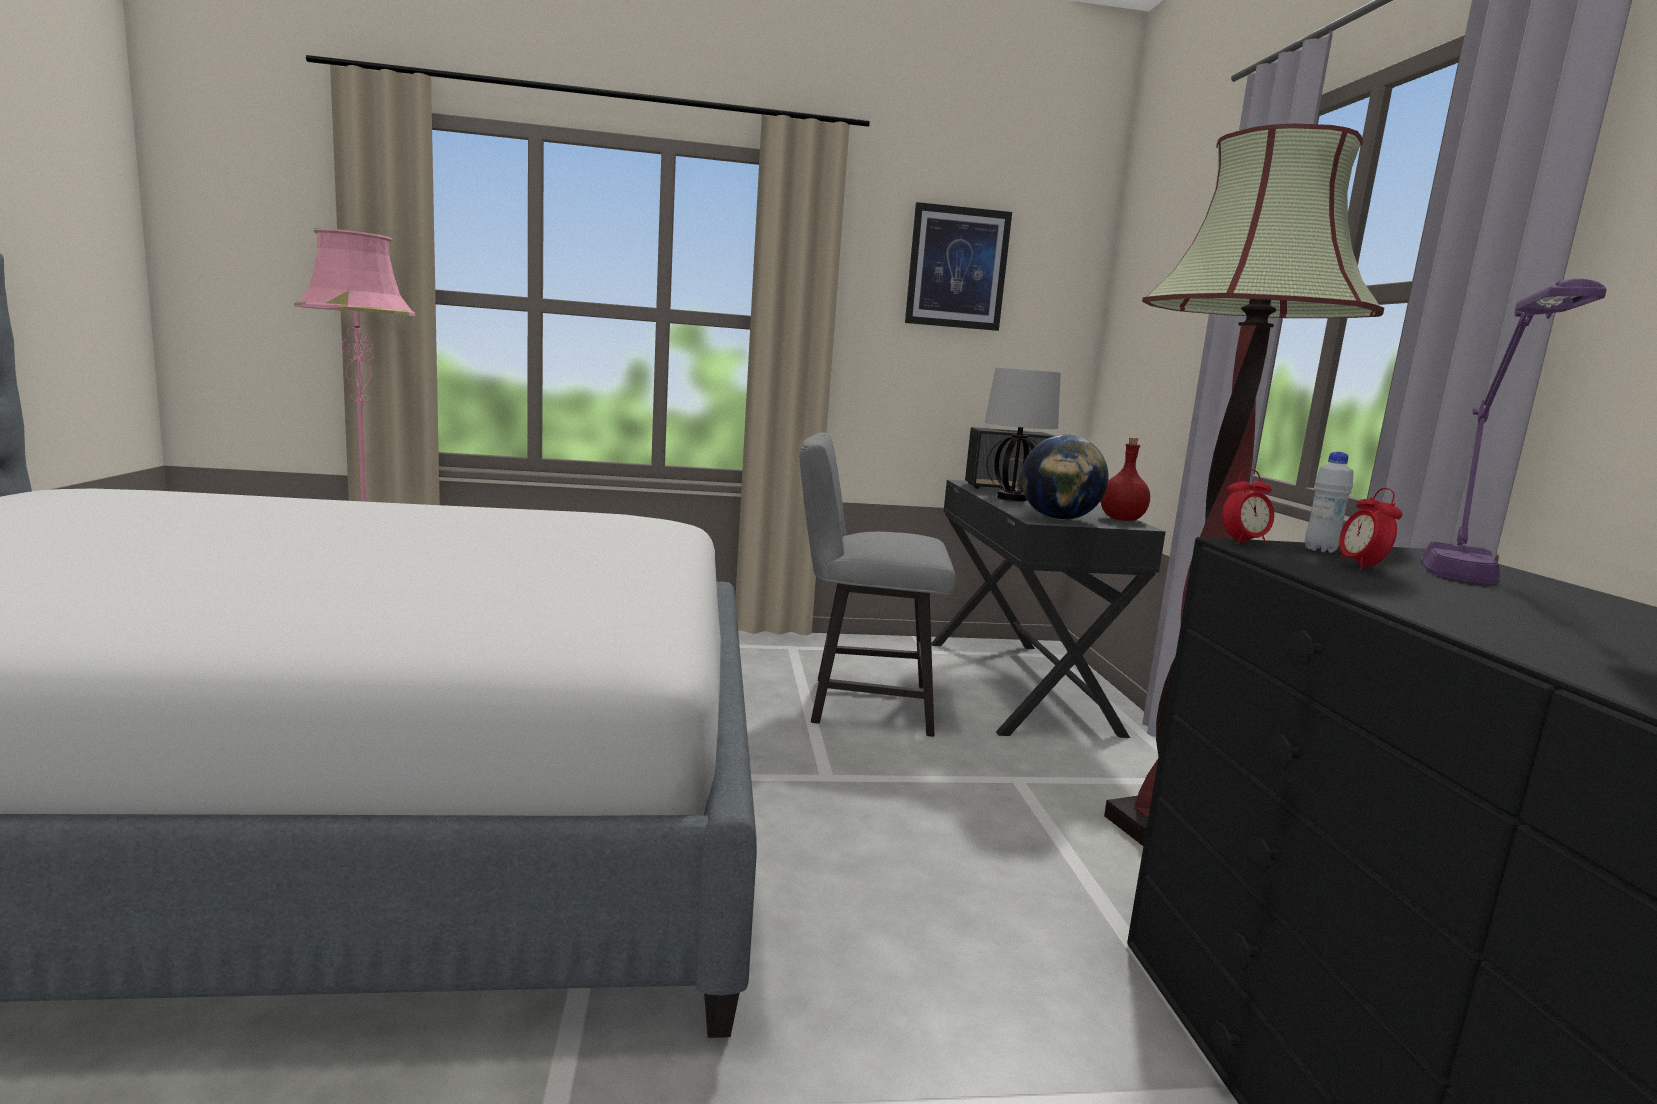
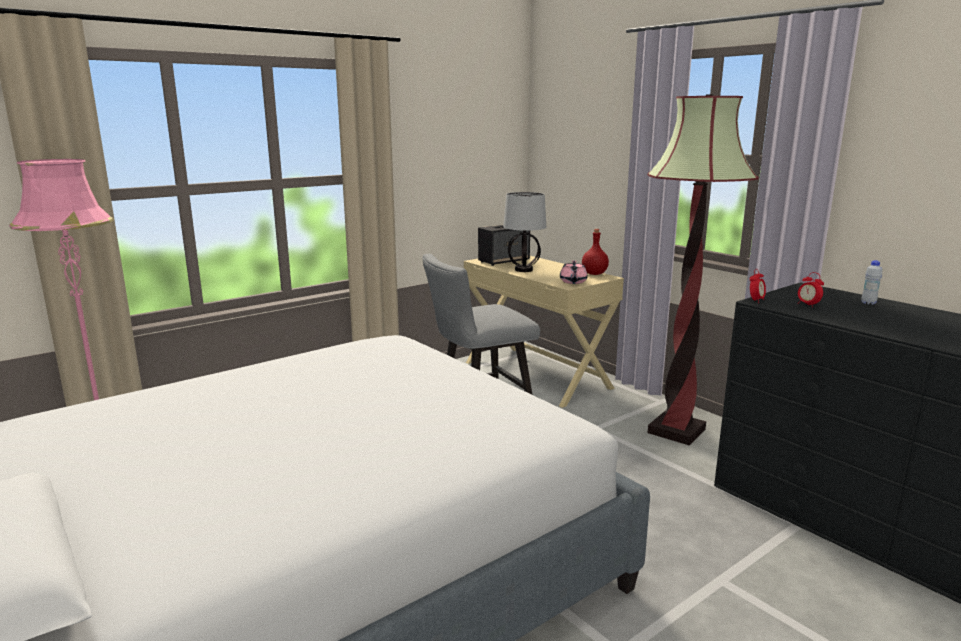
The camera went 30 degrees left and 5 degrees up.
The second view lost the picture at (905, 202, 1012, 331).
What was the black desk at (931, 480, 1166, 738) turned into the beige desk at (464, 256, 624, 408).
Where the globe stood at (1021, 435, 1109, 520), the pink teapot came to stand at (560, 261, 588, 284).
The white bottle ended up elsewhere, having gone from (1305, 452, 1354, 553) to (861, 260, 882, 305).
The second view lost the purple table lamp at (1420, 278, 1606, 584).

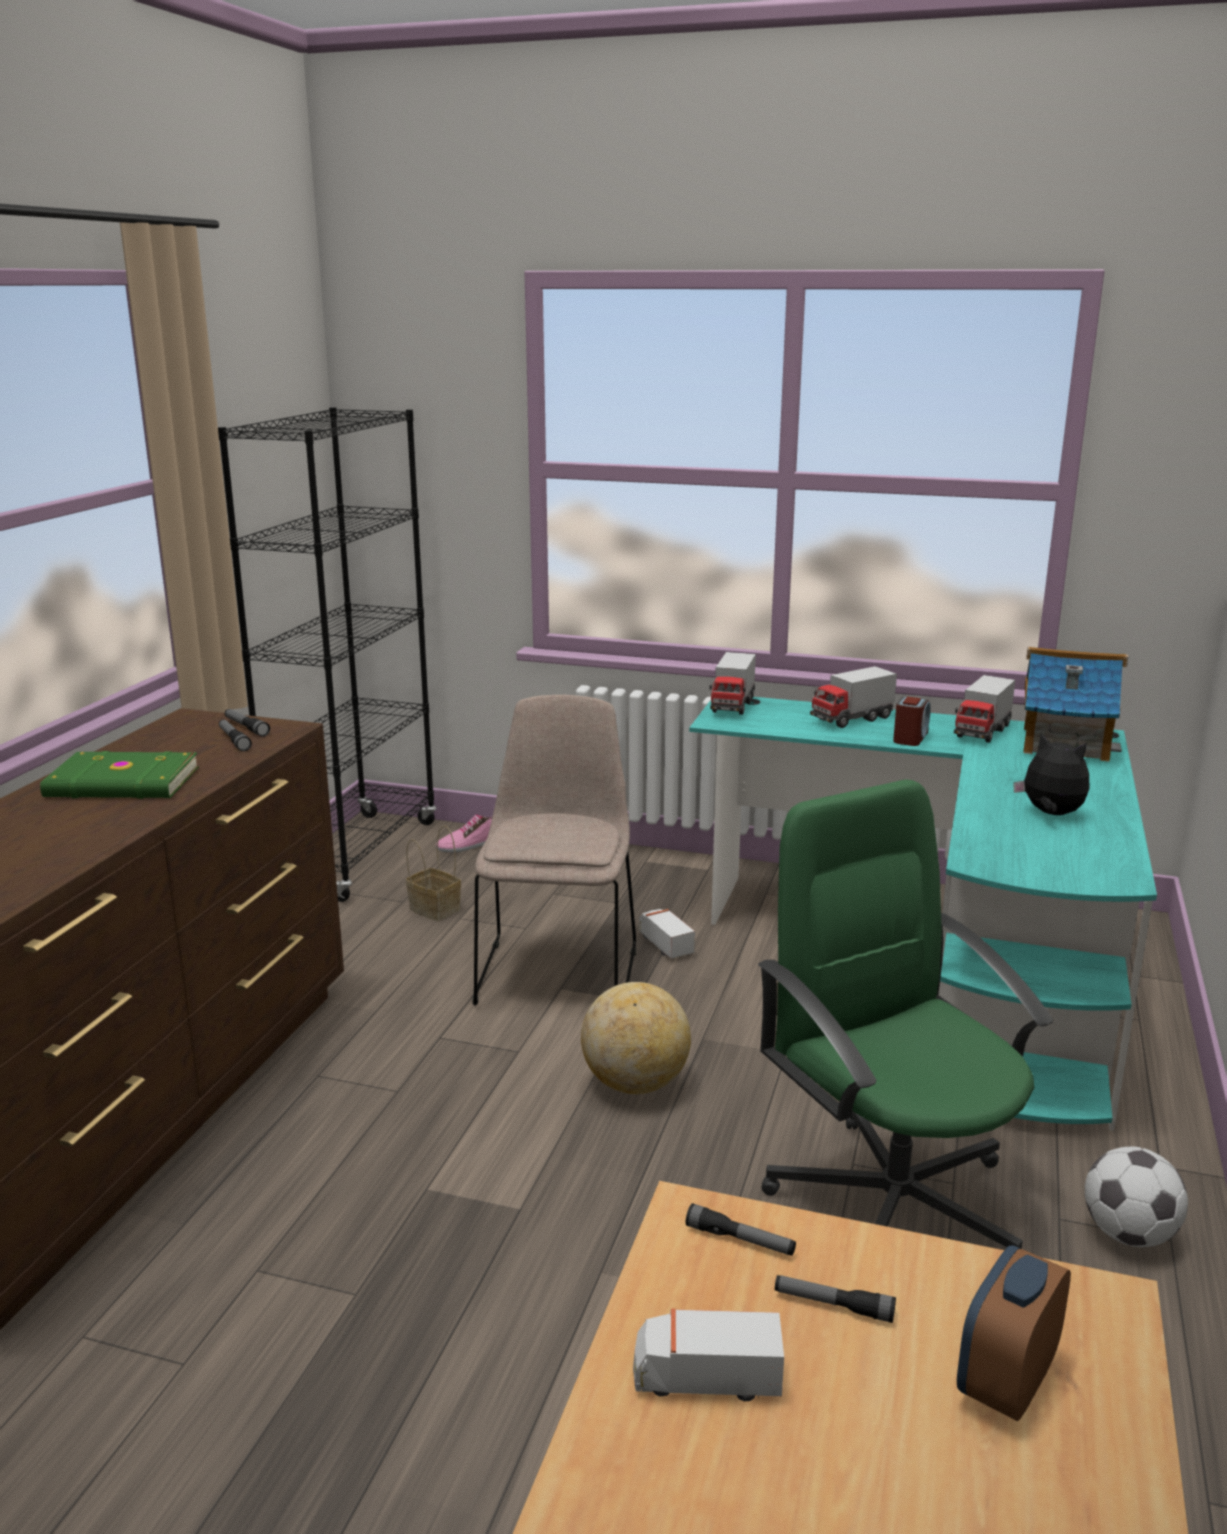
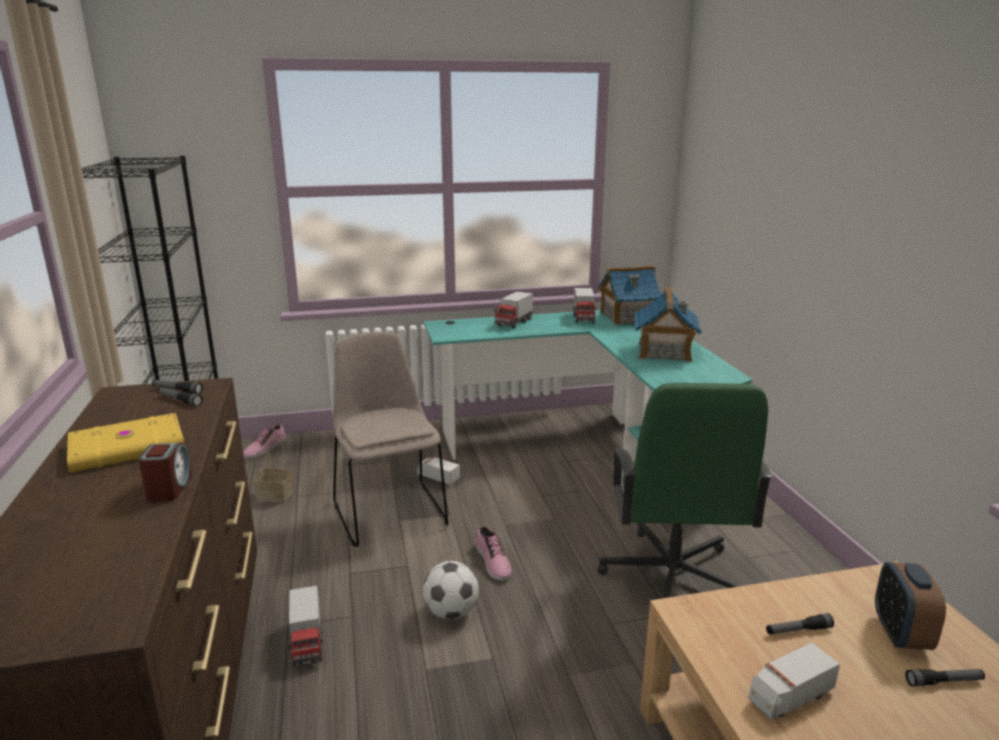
The camera went 30 degrees left and 0 degrees up.
What was the green book at (40, 751, 199, 799) turned into the yellow book at (67, 413, 184, 473).
Where the globe stood at (581, 982, 691, 1094), the shoe came to stand at (475, 526, 512, 581).
The flashlight ended up elsewhere, having gone from (686, 1203, 796, 1256) to (905, 669, 985, 686).
The toy truck ended up elsewhere, having gone from (709, 652, 756, 715) to (288, 586, 323, 666).
The green office chair at (758, 779, 1053, 1249) ended up facing another way, 120 degrees counterclockwise from before.
The alarm clock ended up elsewhere, having gone from (893, 697, 931, 746) to (138, 443, 192, 502).
Where the plush toy stood at (1013, 733, 1090, 815), the toy house came to stand at (635, 287, 702, 362).
The football ended up elsewhere, having gone from (1085, 1147, 1188, 1247) to (423, 561, 479, 619).

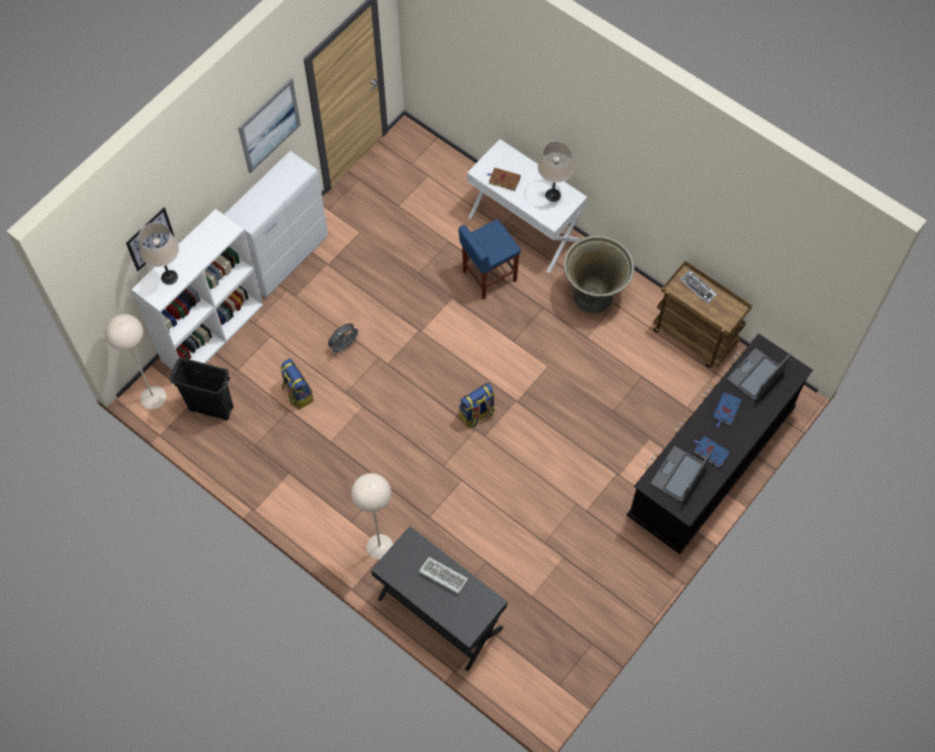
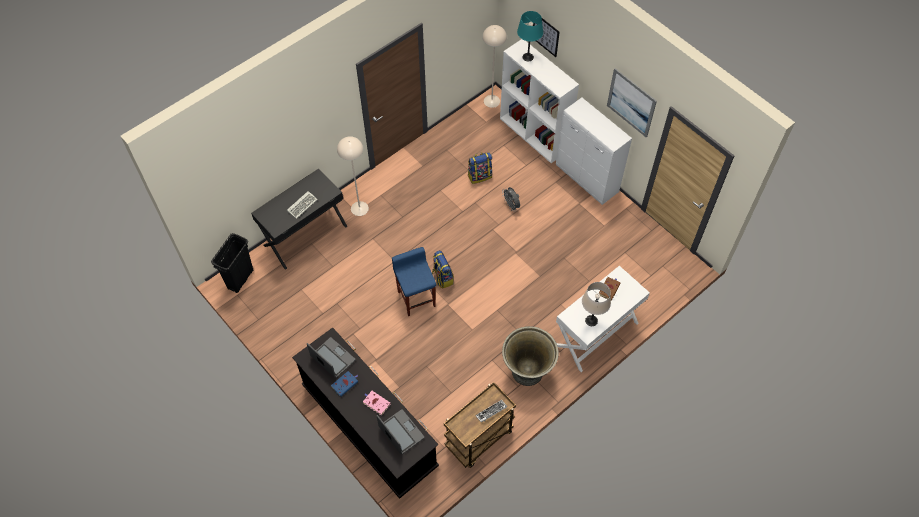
The camera went 100 degrees right and 5 degrees down.
What was the beige table lamp at (139, 222, 179, 285) turned into the turquoise table lamp at (517, 11, 543, 62).
The black trash can ended up elsewhere, having gone from (170, 357, 234, 420) to (211, 233, 253, 293).
The blue stool ended up elsewhere, having gone from (458, 219, 521, 299) to (392, 247, 436, 316).
What was the blue book at (712, 392, 742, 427) turned into the pink book at (363, 391, 391, 416).

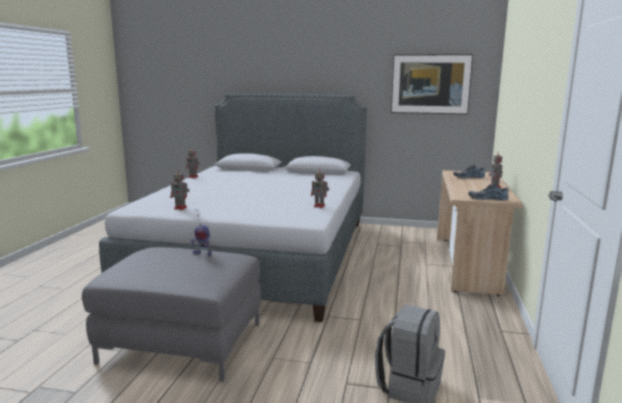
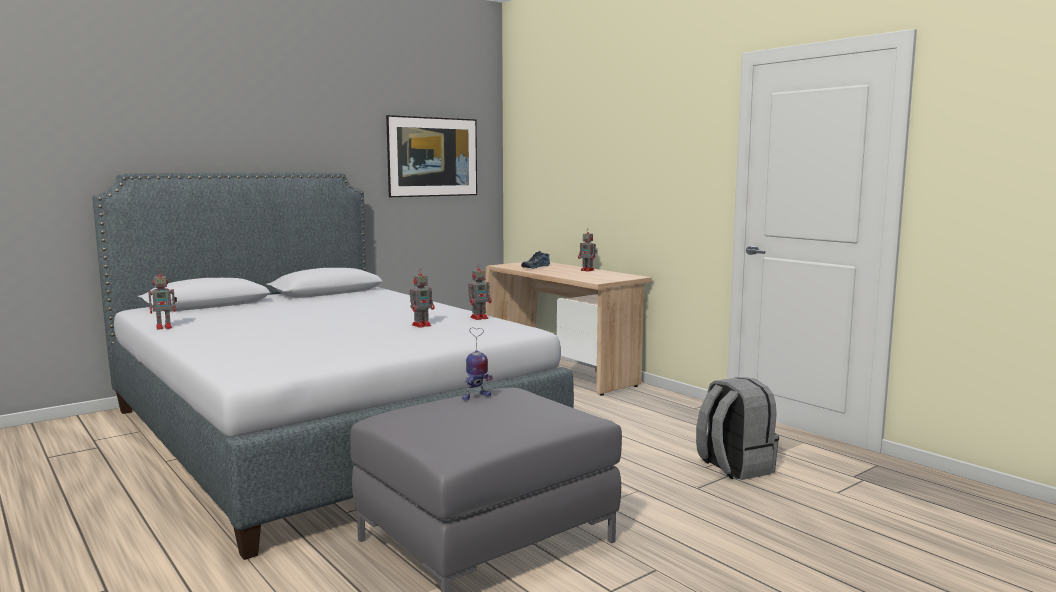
The camera went 50 degrees left and 5 degrees down.
The toy robot ended up elsewhere, having gone from (170, 171, 189, 210) to (410, 268, 435, 328).
The second view lost the shoe at (468, 184, 509, 201).

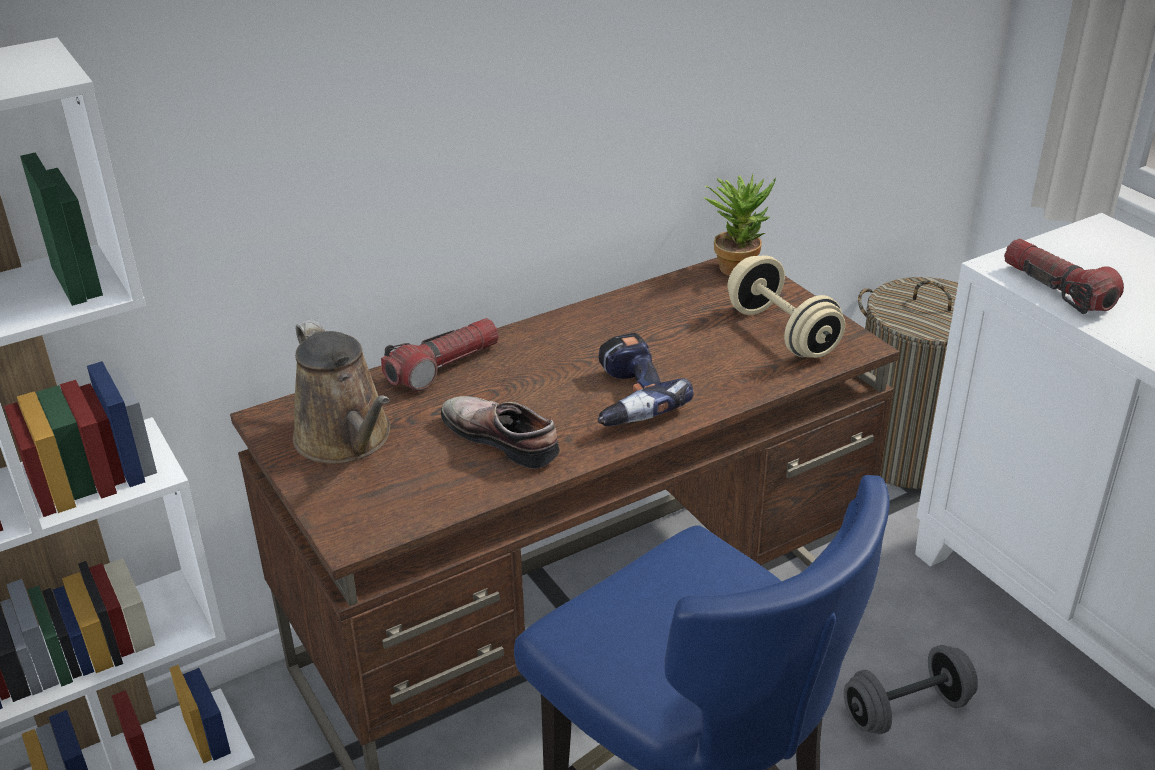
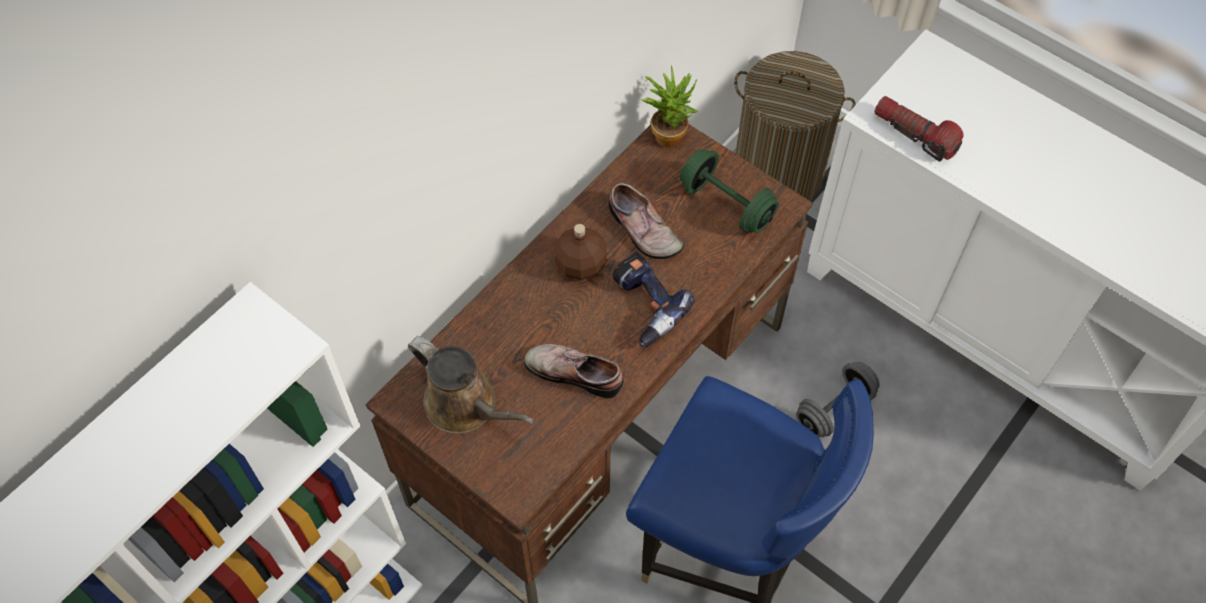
The camera went 20 degrees left and 25 degrees up.
The second view lost the flashlight at (381, 318, 499, 391).
What was the beige dumbbell at (728, 255, 845, 358) turned into the green dumbbell at (680, 149, 779, 233).
The second view gained the brown bottle at (554, 224, 607, 280).
The second view gained the shoe at (608, 183, 684, 259).

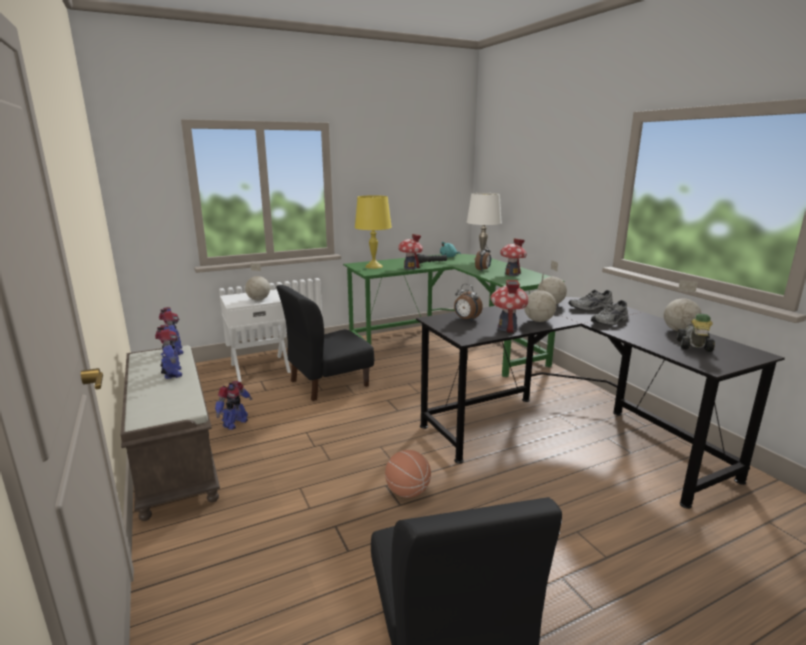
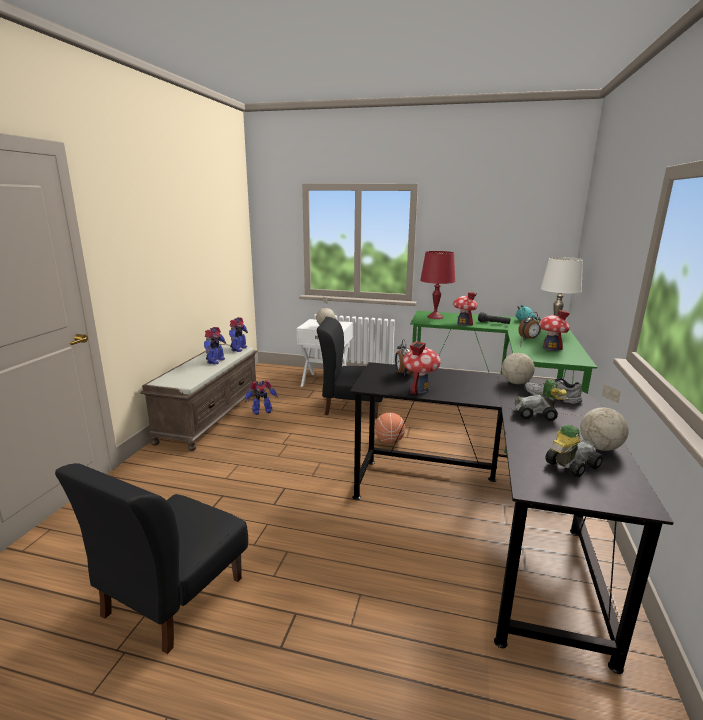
The camera went 40 degrees right and 0 degrees up.
What was the yellow table lamp at (355, 195, 392, 269) turned into the red table lamp at (420, 251, 455, 319).
The basketball ended up elsewhere, having gone from (385, 450, 431, 498) to (375, 413, 405, 444).
The second view lost the globe at (524, 273, 556, 322).
Where the grey shoe stood at (591, 300, 628, 325), the toy car came to stand at (515, 379, 568, 421).

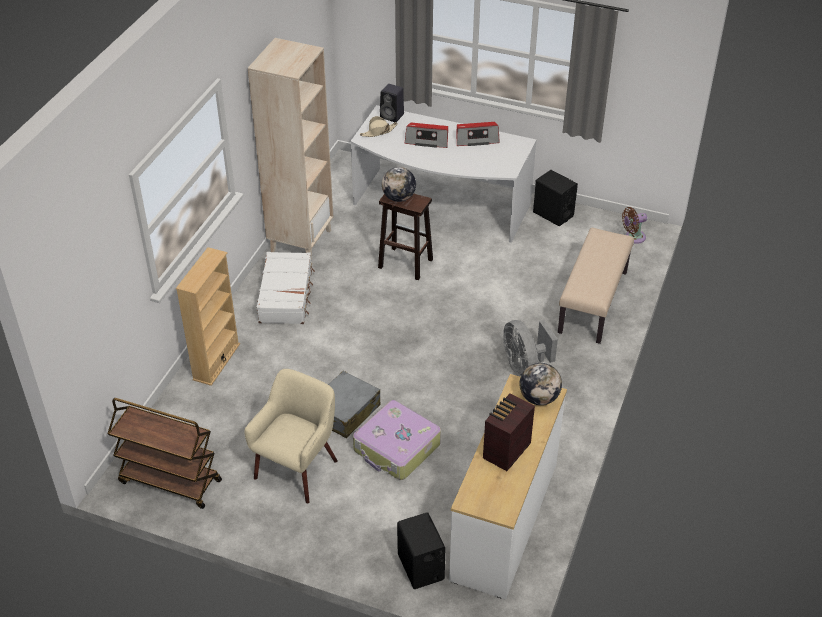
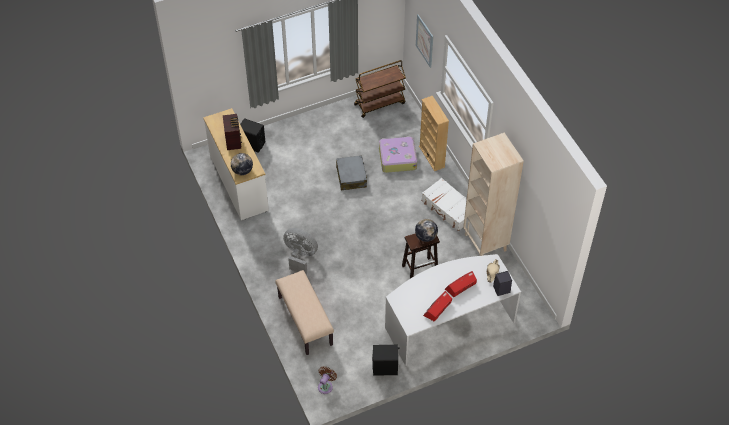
The camera went 135 degrees right and 10 degrees up.
The second view lost the beige armchair at (244, 369, 338, 503).
The suitcase ended up elsewhere, having gone from (353, 400, 441, 480) to (379, 136, 417, 173).
The second view gained the picture at (416, 14, 433, 68).

